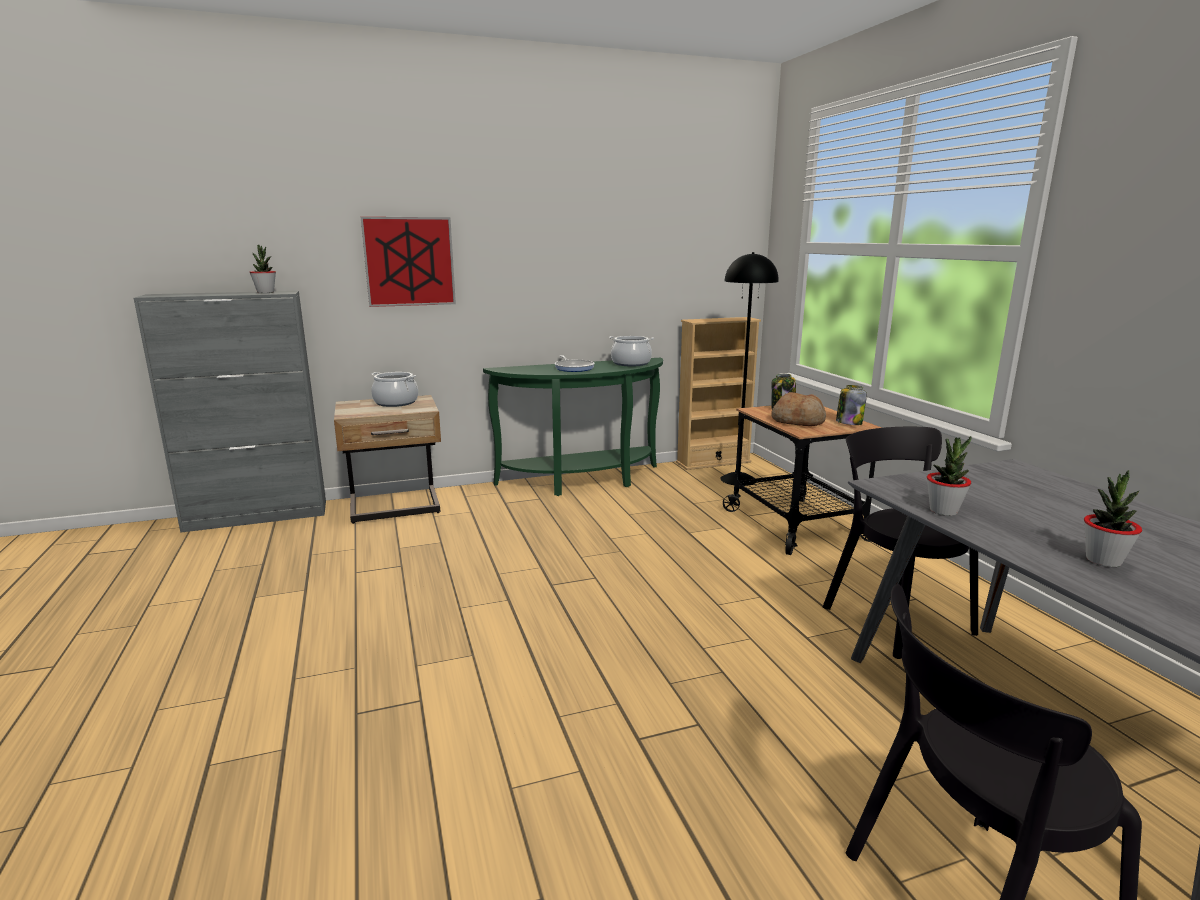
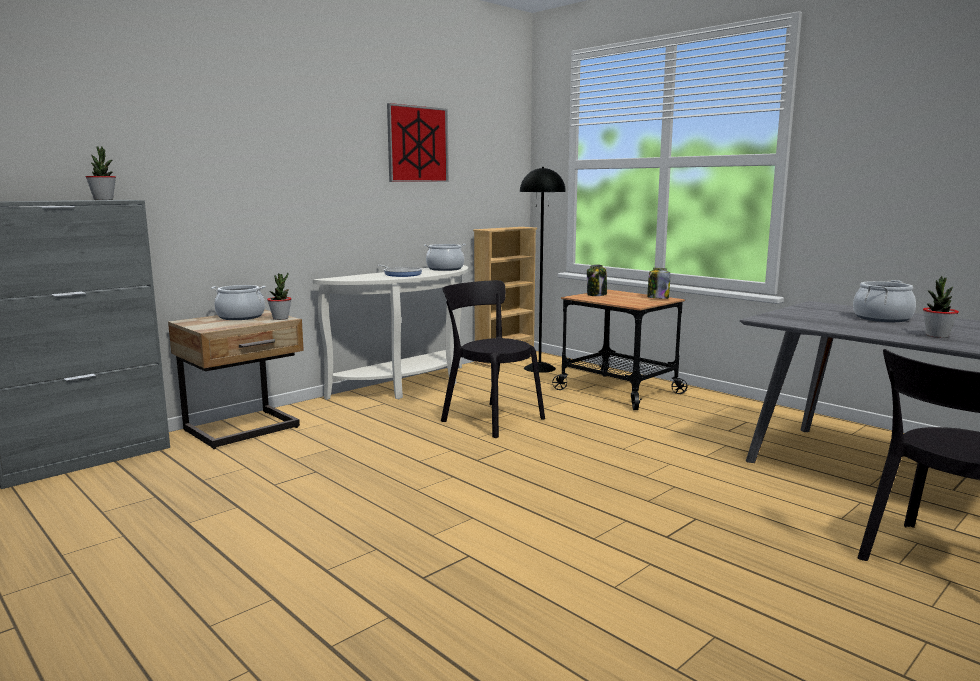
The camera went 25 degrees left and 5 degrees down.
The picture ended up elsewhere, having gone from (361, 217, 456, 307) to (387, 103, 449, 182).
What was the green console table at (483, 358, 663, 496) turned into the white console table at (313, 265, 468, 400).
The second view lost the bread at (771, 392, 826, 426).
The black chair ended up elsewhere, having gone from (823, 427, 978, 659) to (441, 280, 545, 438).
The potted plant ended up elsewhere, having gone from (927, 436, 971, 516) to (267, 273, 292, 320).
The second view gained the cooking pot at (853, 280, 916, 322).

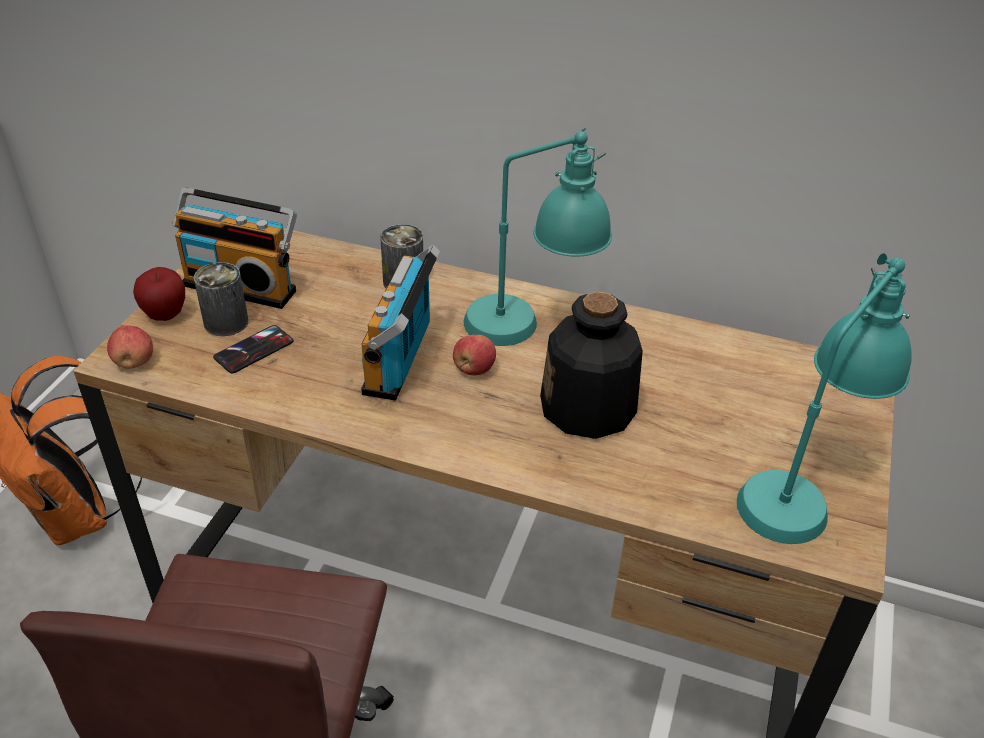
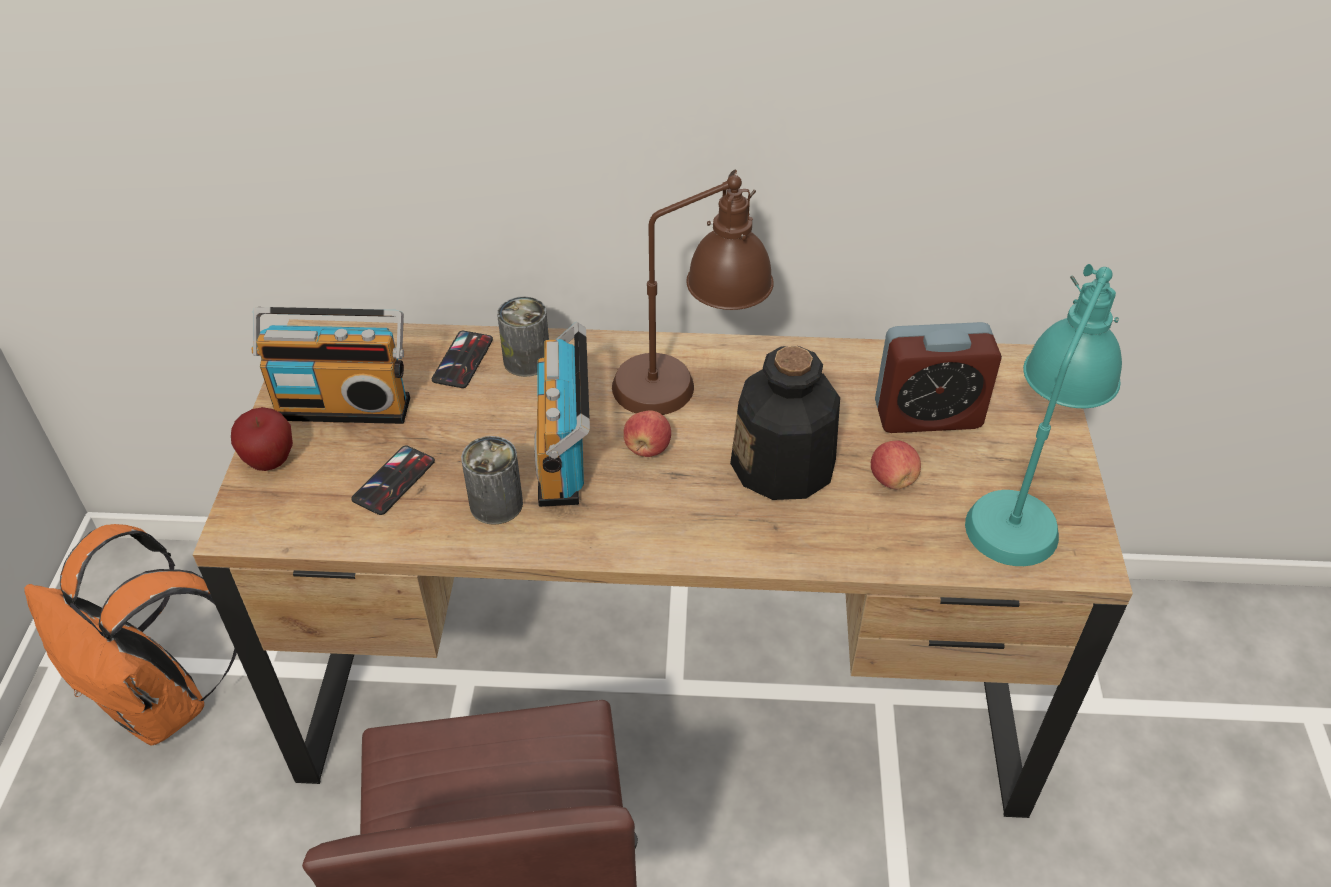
The camera went 15 degrees left and 5 degrees up.
The apple ended up elsewhere, having gone from (107, 325, 153, 369) to (871, 440, 921, 489).
The can ended up elsewhere, having gone from (194, 262, 248, 336) to (461, 436, 523, 525).
What was the turquoise table lamp at (464, 128, 612, 346) turned into the brown table lamp at (612, 170, 774, 415).
The second view gained the phone at (432, 331, 493, 388).
The second view gained the alarm clock at (875, 322, 1002, 433).

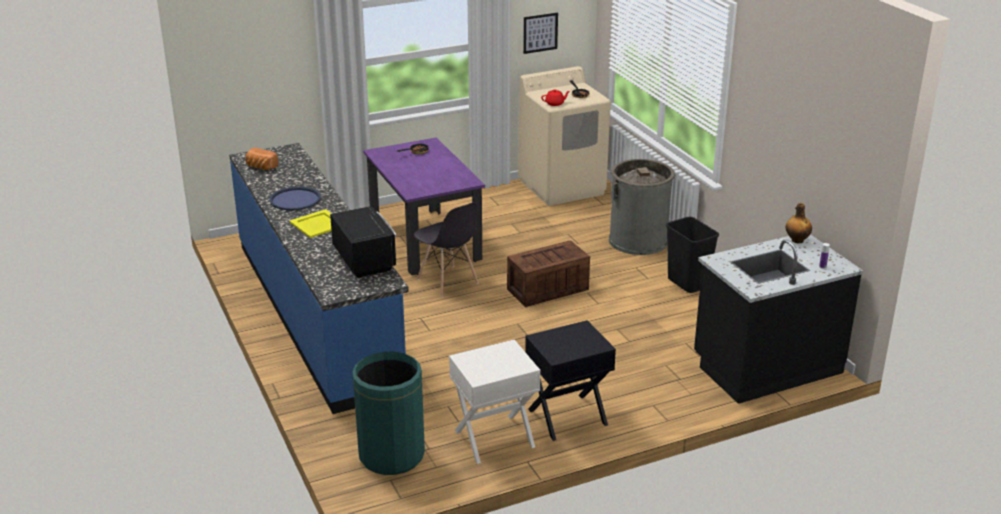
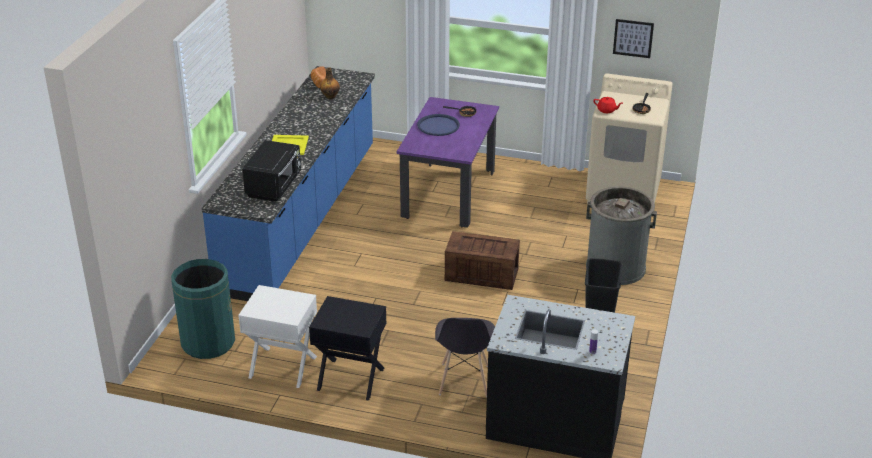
The camera went 40 degrees right and 5 degrees up.
The blue tray ended up elsewhere, having gone from (269, 186, 321, 210) to (417, 114, 460, 136).
The grey chair ended up elsewhere, having gone from (414, 202, 479, 298) to (435, 318, 495, 397).
The bottle ended up elsewhere, having gone from (786, 203, 812, 243) to (320, 68, 340, 99).

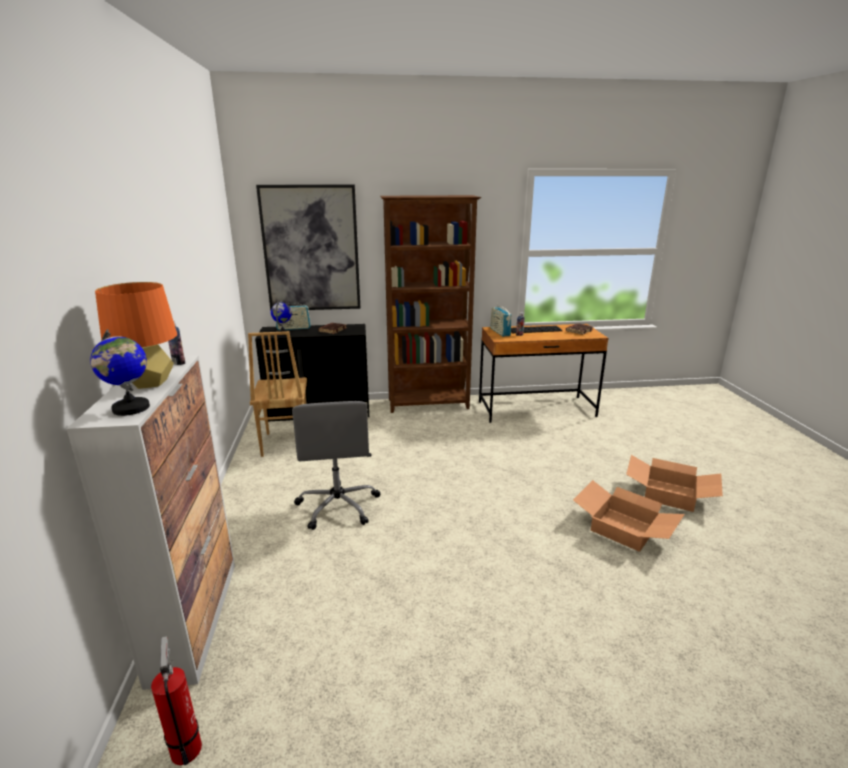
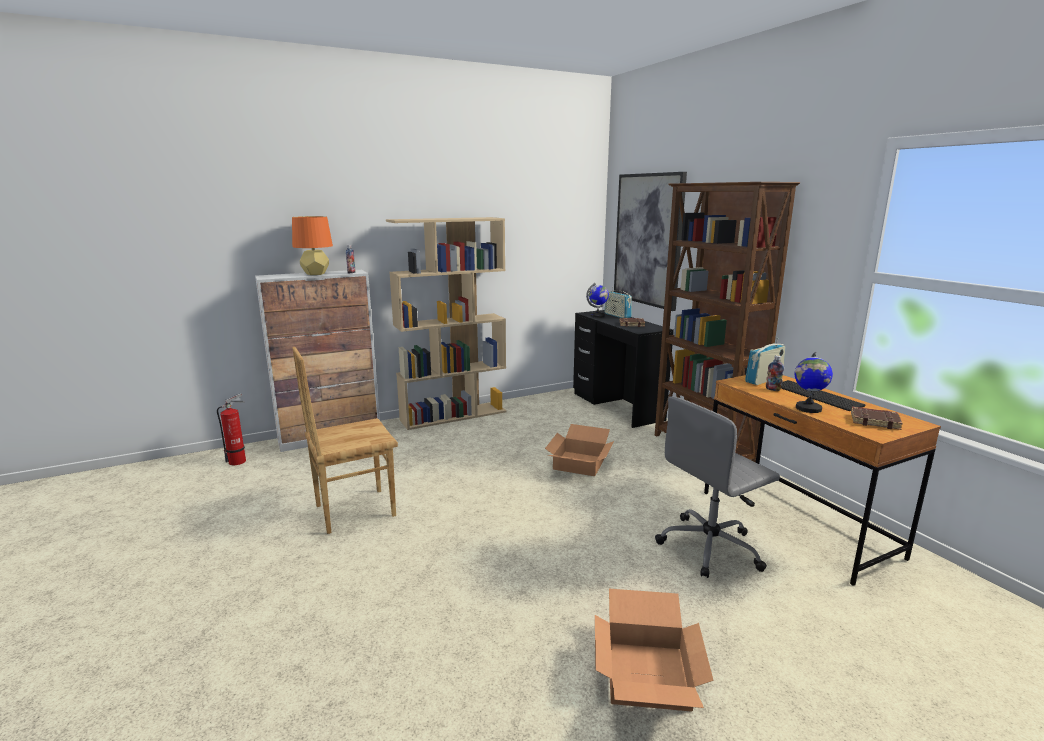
The camera went 70 degrees right and 5 degrees down.
The globe ended up elsewhere, having gone from (90, 329, 150, 416) to (795, 352, 833, 413).
The brown chair ended up elsewhere, having gone from (248, 331, 307, 457) to (292, 347, 398, 534).
The grey office chair ended up elsewhere, having gone from (292, 401, 380, 530) to (655, 397, 780, 578).
The cardboard box ended up elsewhere, having gone from (573, 480, 685, 552) to (545, 424, 614, 476).
The second view gained the beige bookcase at (386, 217, 507, 430).

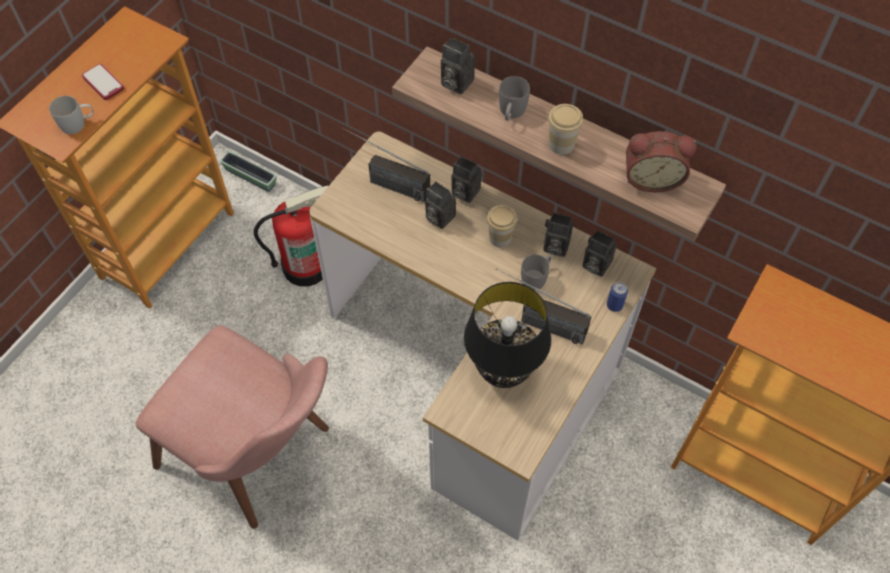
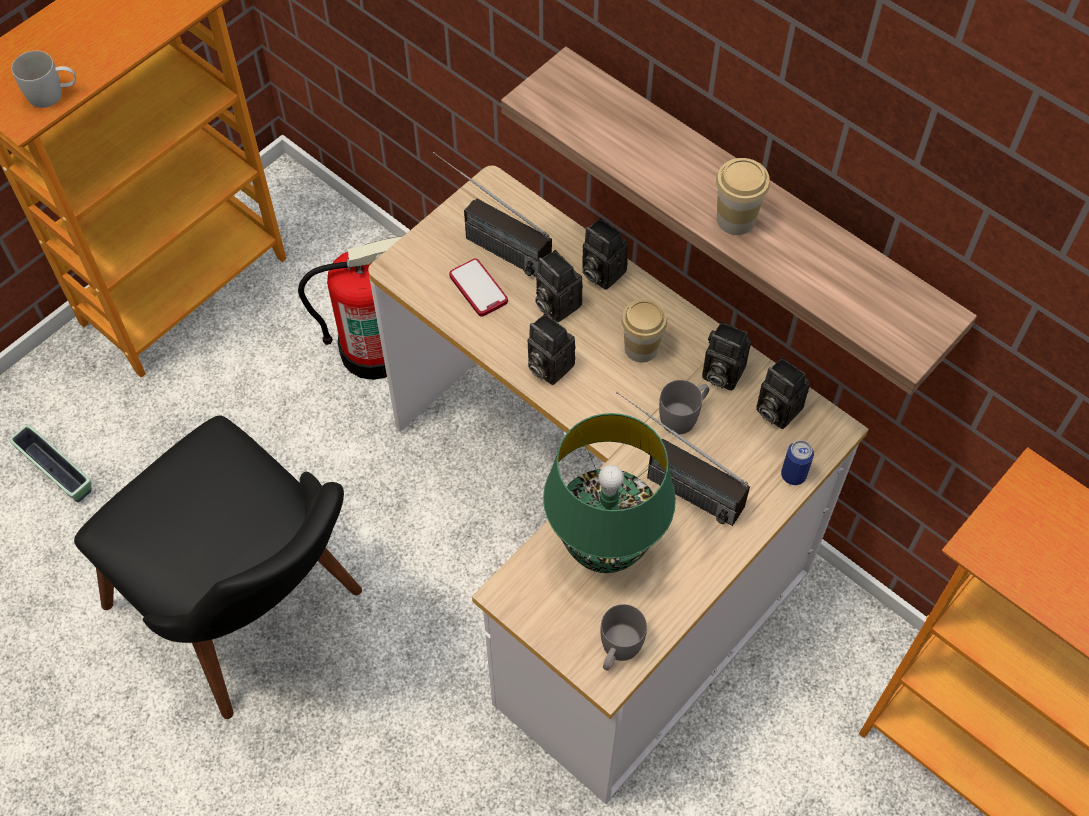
The camera went 10 degrees right and 0 degrees up.
The phone ended up elsewhere, having gone from (82, 64, 124, 100) to (449, 258, 508, 317).
What was the pink chair at (135, 325, 329, 529) turned into the black chair at (74, 416, 362, 719).
The planter ended up elsewhere, having gone from (220, 151, 276, 192) to (9, 424, 91, 502).
The photo camera ended up elsewhere, having gone from (441, 37, 475, 94) to (528, 313, 575, 385).
What was the black table lamp at (464, 282, 551, 388) turned into the green table lamp at (543, 413, 676, 573).
The grey mug ended up elsewhere, having gone from (499, 76, 530, 121) to (600, 604, 647, 671).
The second view lost the alarm clock at (626, 131, 697, 192).

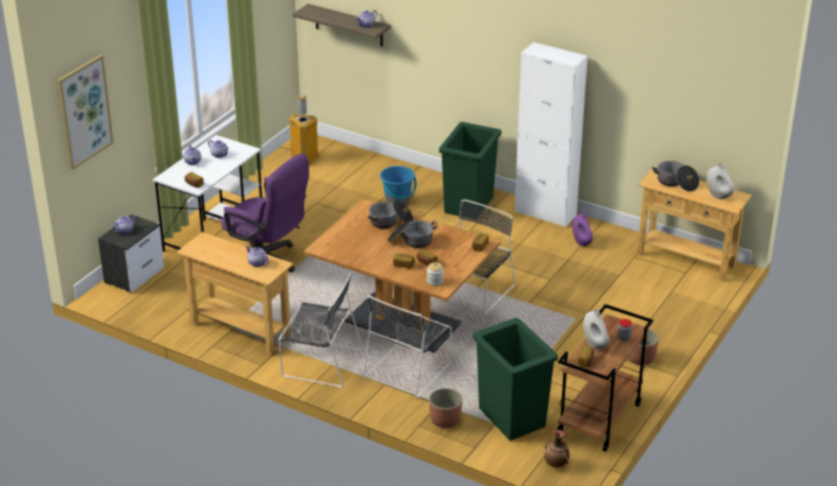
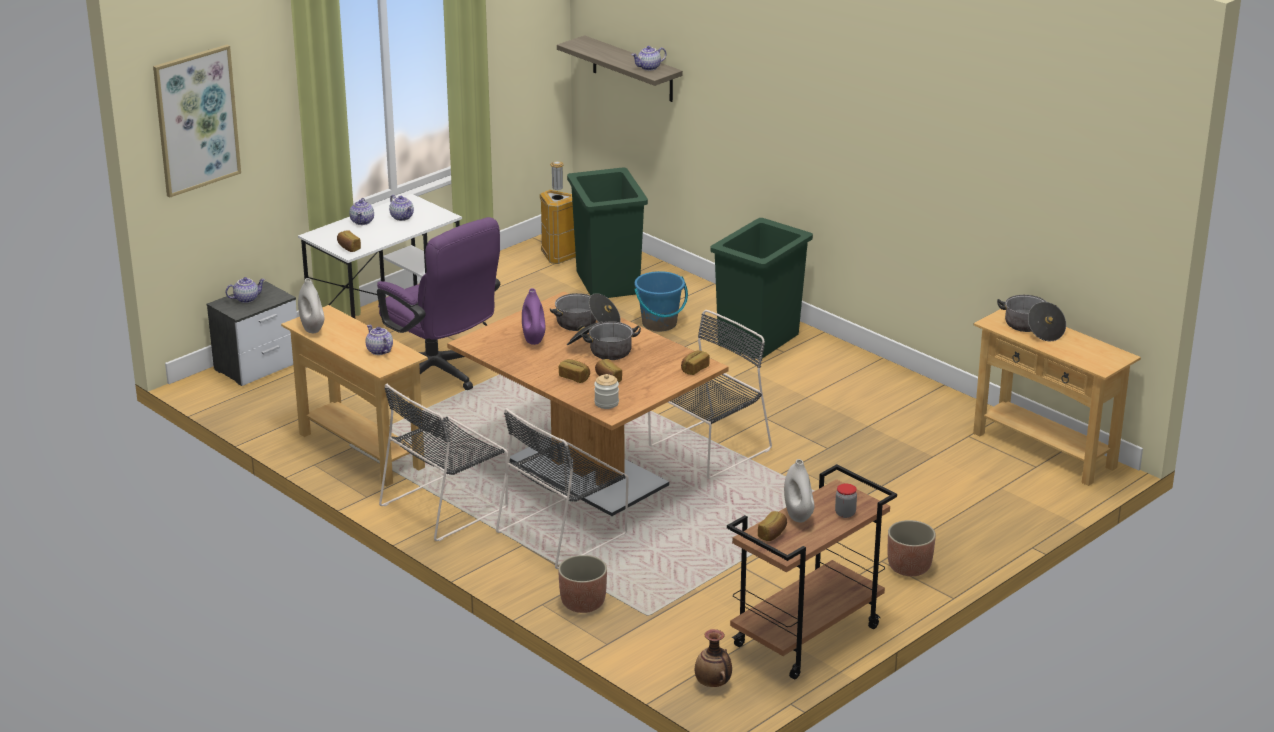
The camera went 15 degrees right and 5 degrees down.
The black chair at (279, 273, 363, 388) ended up facing another way, 105 degrees clockwise from before.
The green trash can ended up elsewhere, having gone from (473, 318, 558, 441) to (567, 167, 648, 298).
The second view lost the white cabinet at (515, 42, 588, 227).
The purple vase ended up elsewhere, having gone from (572, 212, 593, 246) to (522, 288, 545, 345).
The white vase ended up elsewhere, having gone from (706, 163, 734, 200) to (298, 278, 324, 333).

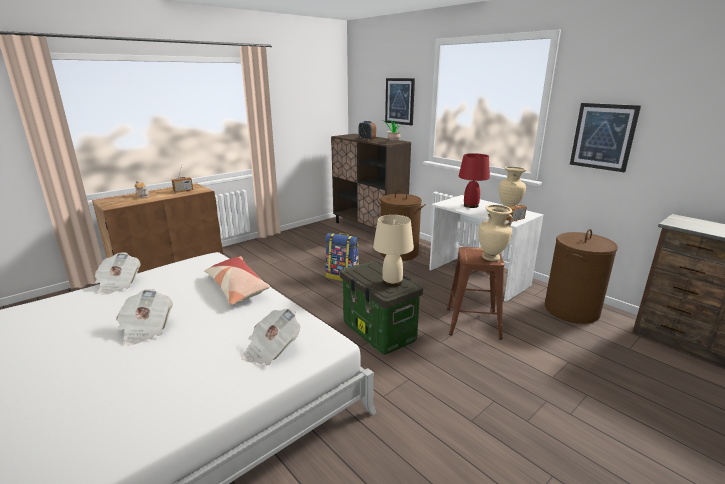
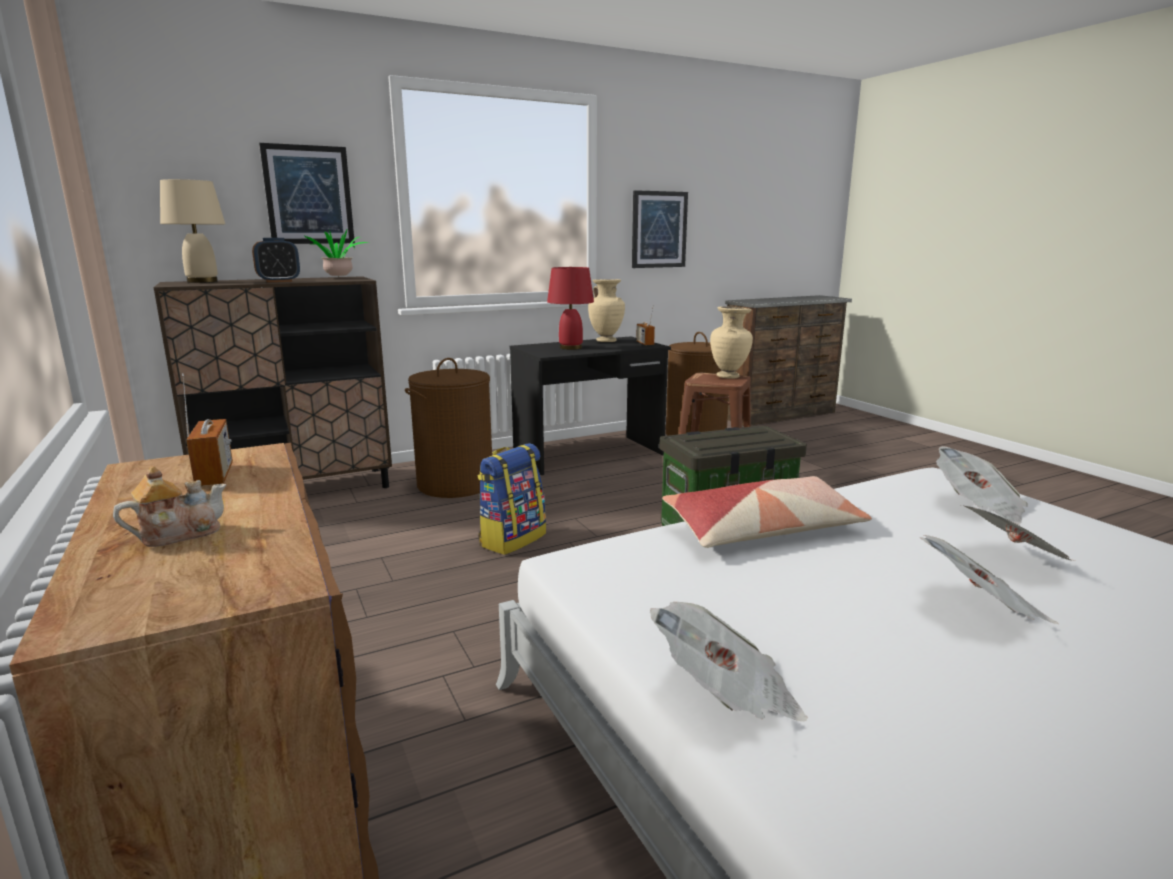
The camera went 75 degrees left and 5 degrees down.
The beige table lamp ended up elsewhere, having gone from (373, 215, 414, 287) to (160, 179, 225, 283).
What was the white desk at (429, 195, 544, 302) turned into the black desk at (510, 336, 671, 475).
The second view gained the newspaper at (962, 505, 1075, 561).

